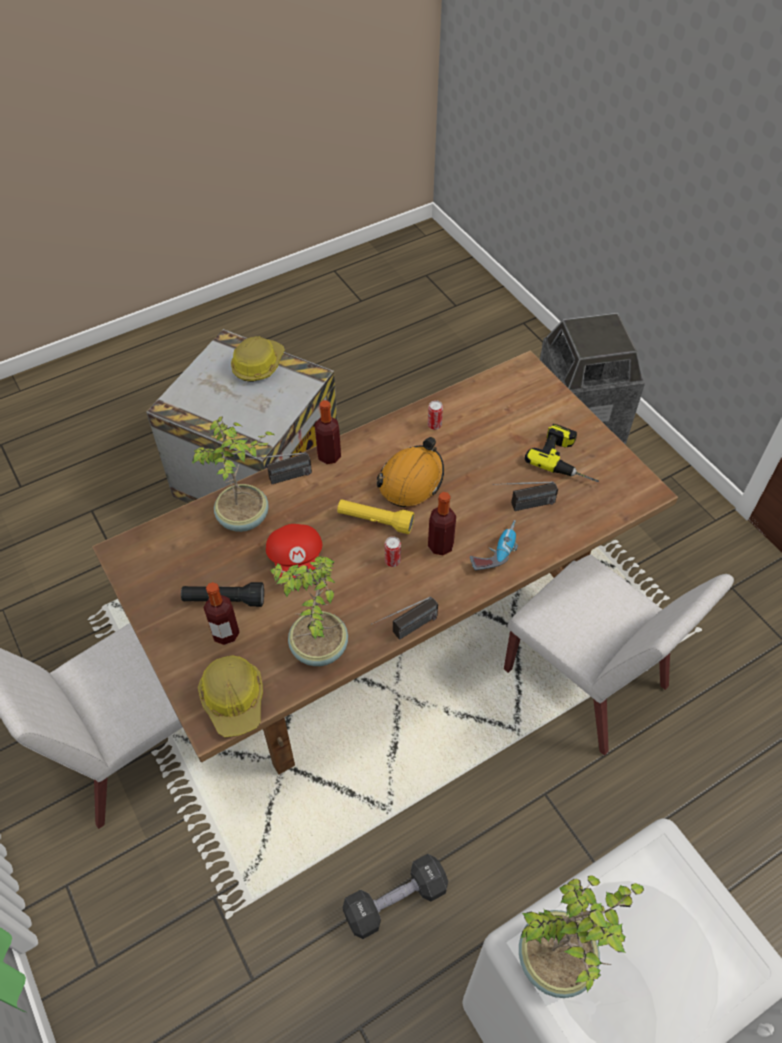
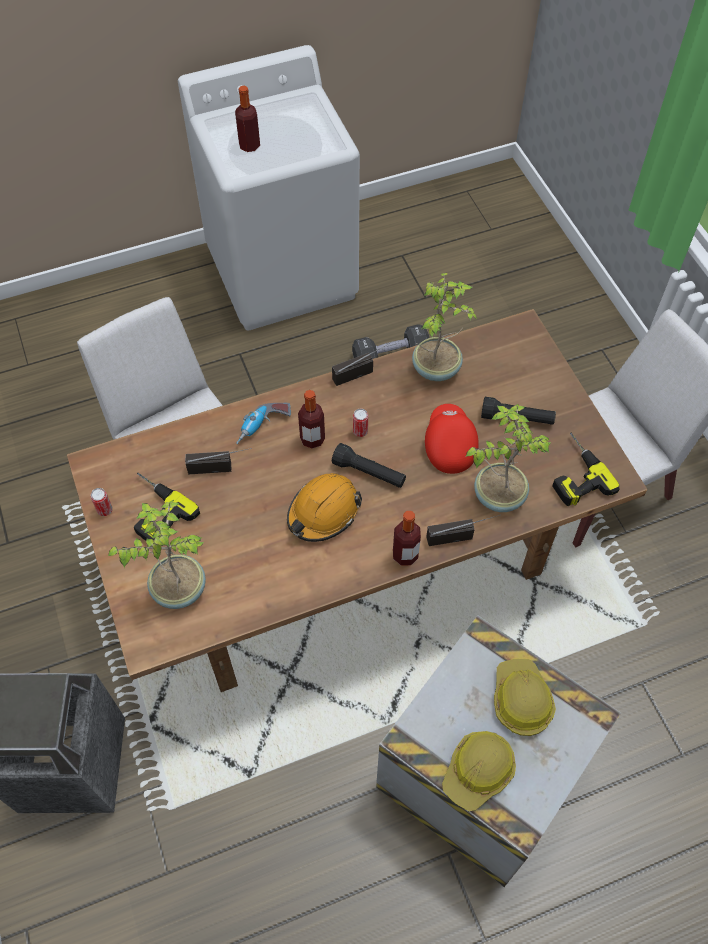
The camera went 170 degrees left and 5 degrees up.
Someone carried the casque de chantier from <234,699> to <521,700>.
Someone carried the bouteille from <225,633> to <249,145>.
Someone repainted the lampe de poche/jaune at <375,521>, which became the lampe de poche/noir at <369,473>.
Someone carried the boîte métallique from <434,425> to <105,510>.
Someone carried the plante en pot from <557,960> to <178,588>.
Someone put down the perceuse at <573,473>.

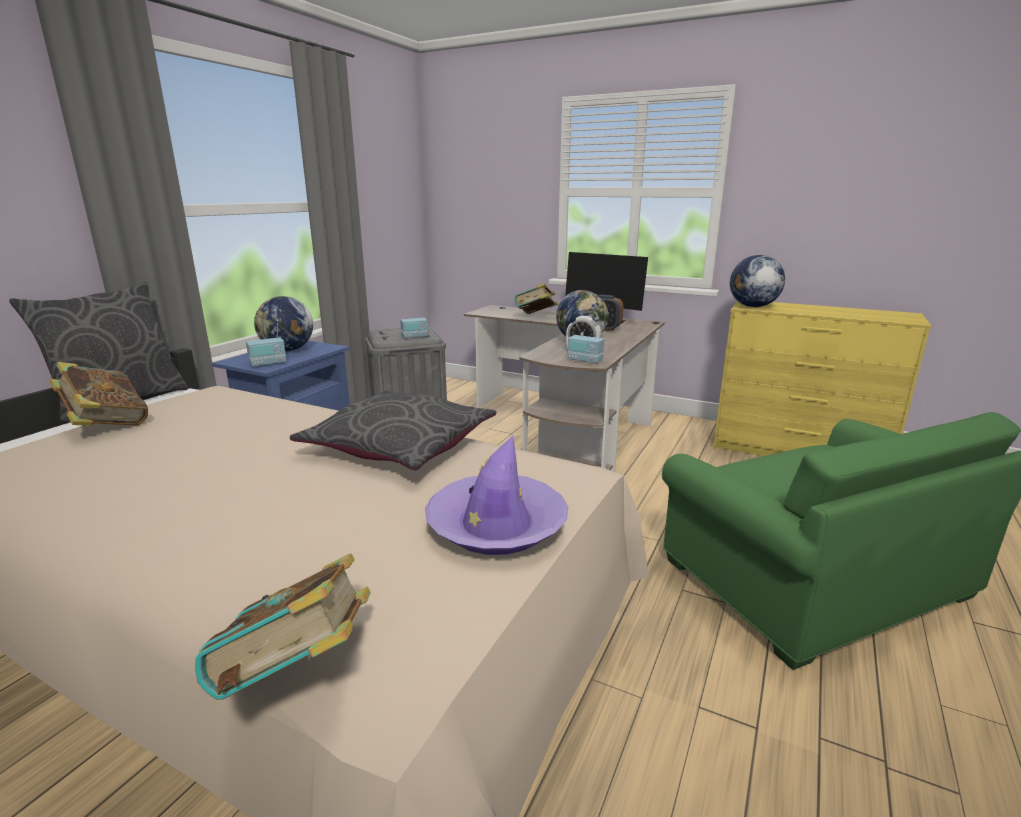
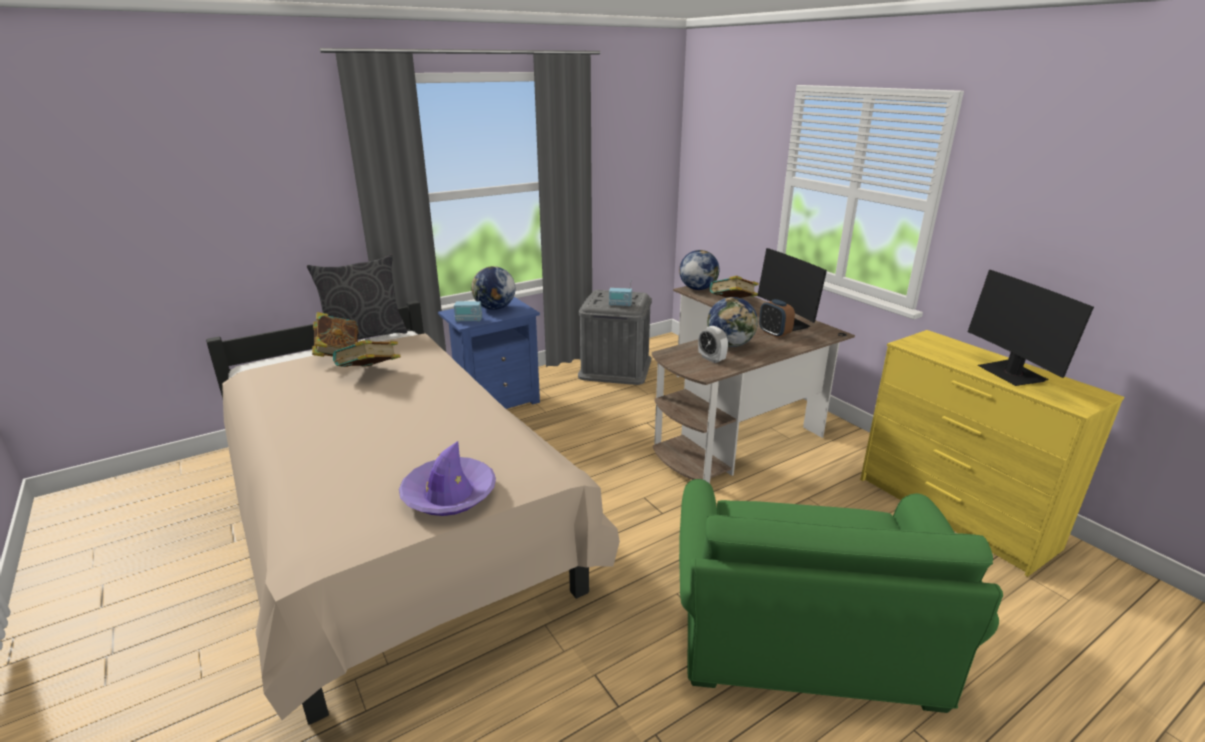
The camera went 30 degrees right and 5 degrees up.
Someone carried the livre from <300,674> to <369,374>.
Someone took away the coussin/gris at <399,445>.
Someone took away the radio at <584,361>.
Someone carried the globe from <752,306> to <697,289>.
Someone put down the écran d'ordinateur at <1011,374>.

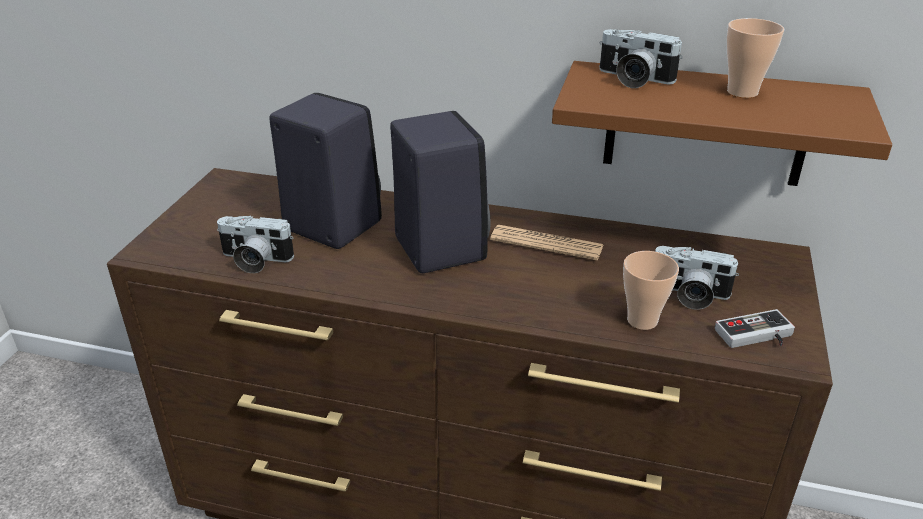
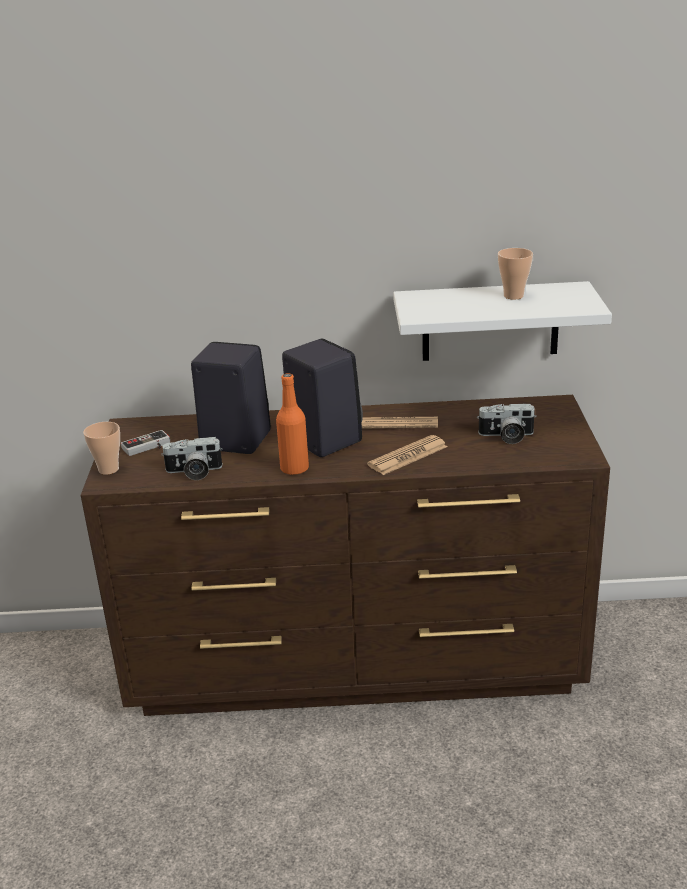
The camera went 15 degrees left and 5 degrees down.
Someone repainted the étagère/marron at <706,124>, which became the étagère/blanc at <490,321>.
Someone took away the appareil photo at <633,79>.
Someone carried the tasse from <642,320> to <108,469>.
Someone carried the manette from <757,337> to <148,447>.
Someone put down the bouteille/orange at <294,469>.
Someone put down the journal at <407,456>.

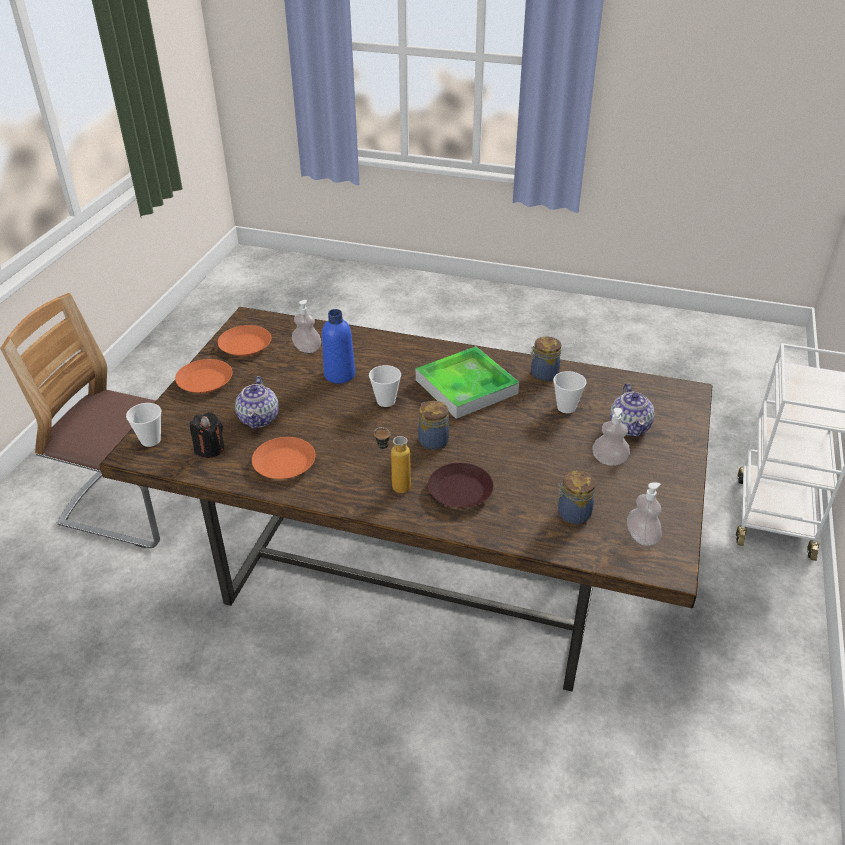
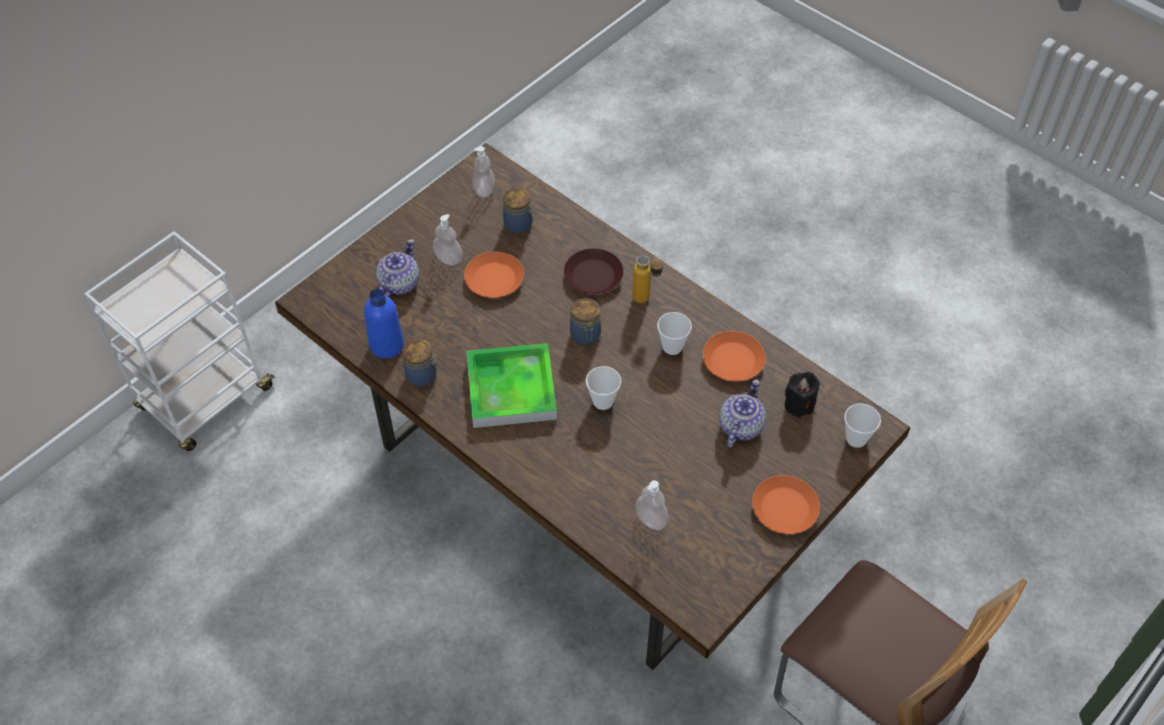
The camera went 155 degrees left and 15 degrees up.
Someone carried the assiette/orange from <244,345> to <494,279>.
Someone carried the bouteille/bleu from <339,375> to <386,345>.
Someone carried the tasse from <566,407> to <672,347>.

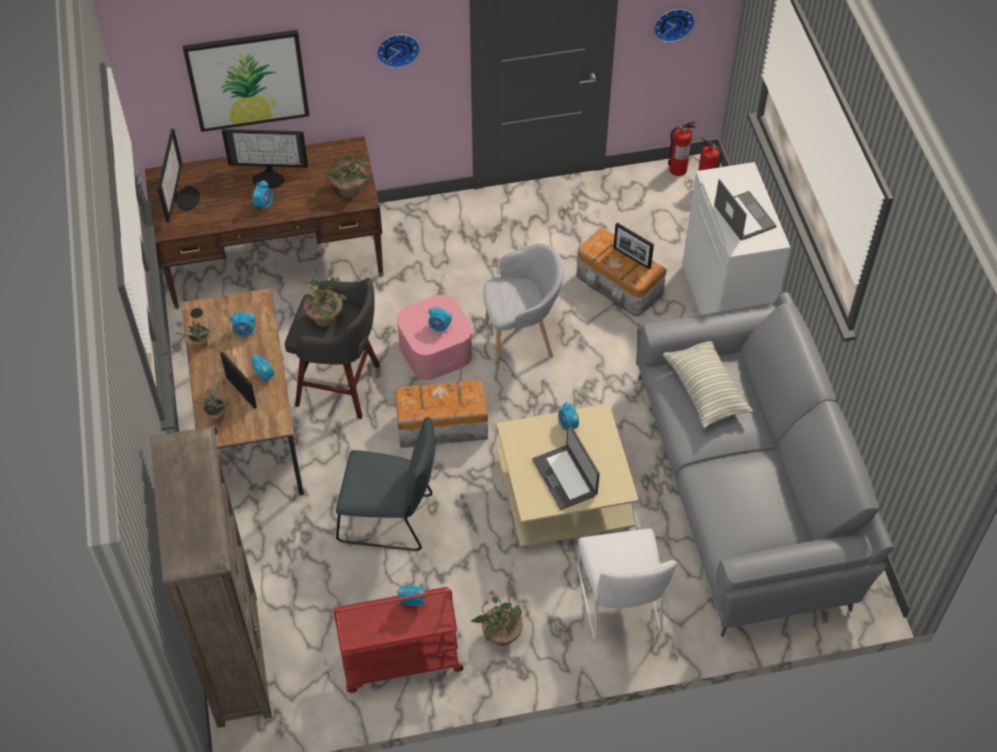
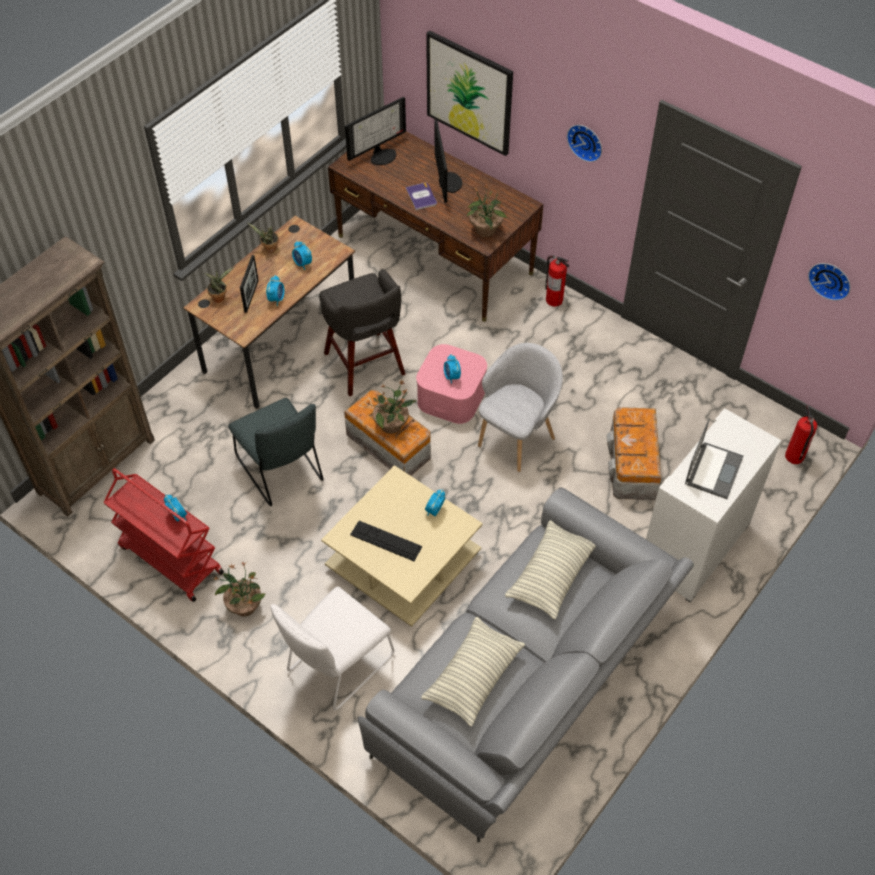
The camera went 50 degrees right and 0 degrees up.
Someone rotated the écran d'ordinateur at <269,177> by 150 degrees counterclockwise.
Someone swapped the réveil at <264,204> for the livre at <421,196>.
Someone carried the plante en pot from <325,317> to <392,425>.
Someone rotated the fauteuil/gris at <522,337> by 90 degrees counterclockwise.
Someone swapped the ordinateur portable at <565,477> for the clavier at <386,540>.
Someone took away the cadre photo at <632,258>.
Someone carried the extincteur from <677,169> to <553,299>.
Someone put down the coussin at <473,677>.

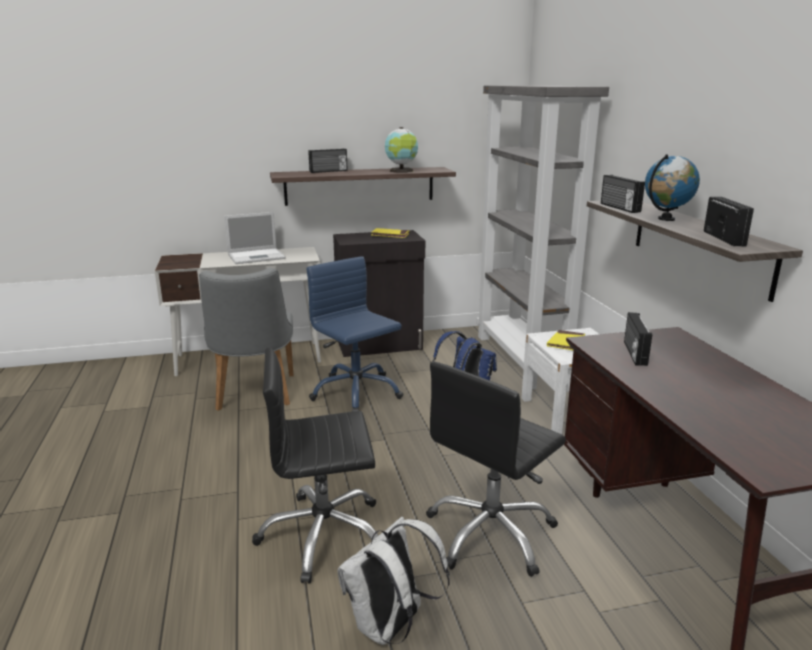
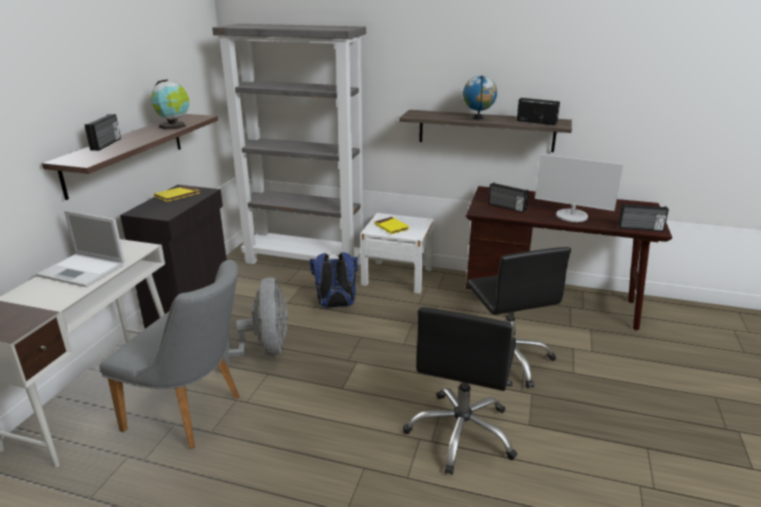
The camera went 60 degrees left and 5 degrees up.
Someone rotated the ordinateur portable at <257,256> by 105 degrees clockwise.
Someone swapped the chaise de bureau/bleu at <356,392> for the ventilateur/gris at <264,351>.
Someone took away the sac à dos/blanc at <390,627>.
Someone carried the radio from <619,208> to <640,228>.
Someone put down the écran d'ordinateur at <572,216>.

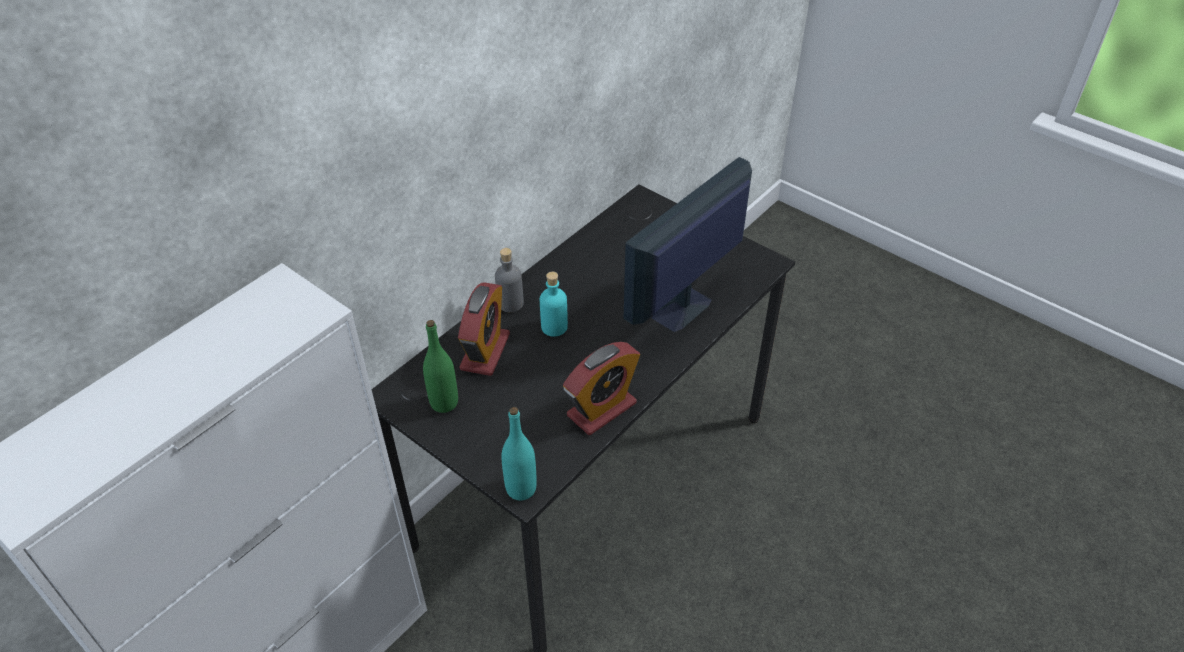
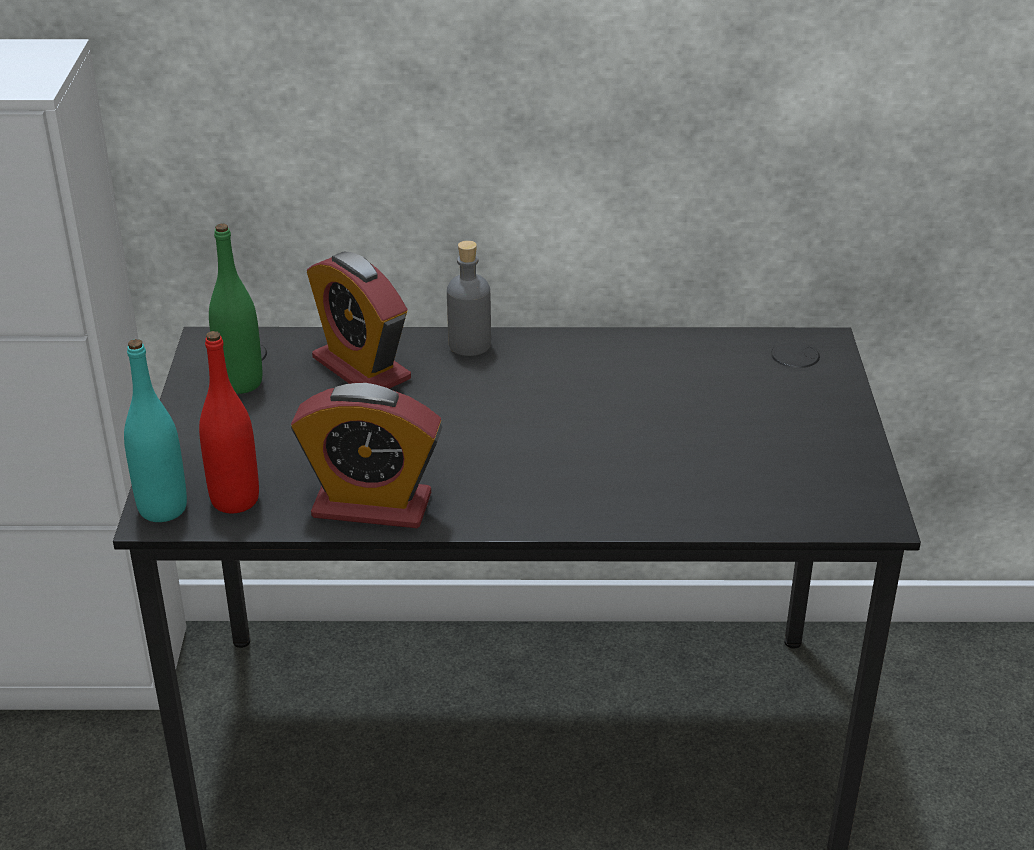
The camera went 50 degrees right and 10 degrees down.
Someone rotated the réveil at <485,352> by 75 degrees clockwise.
Someone took away the bouteille/turquoise at <554,327>.
Someone took away the écran d'ordinateur at <681,310>.
Someone put down the bouteille/rouge at <235,500>.

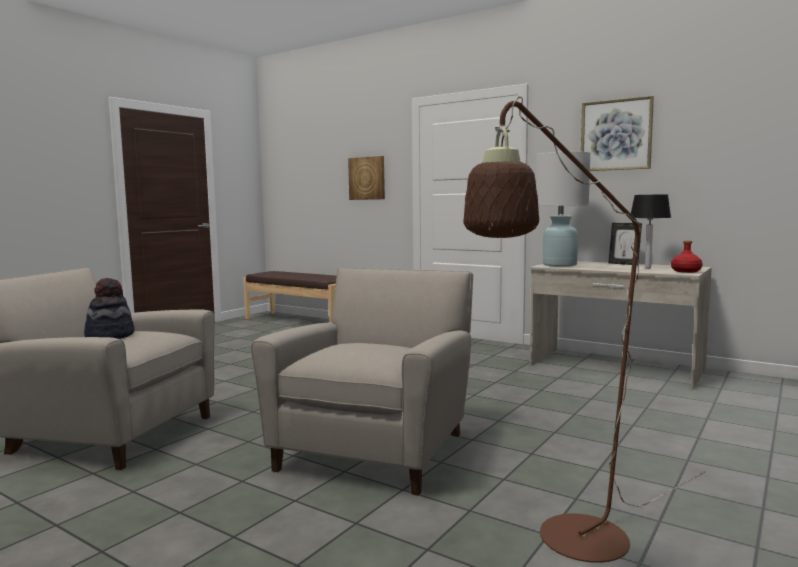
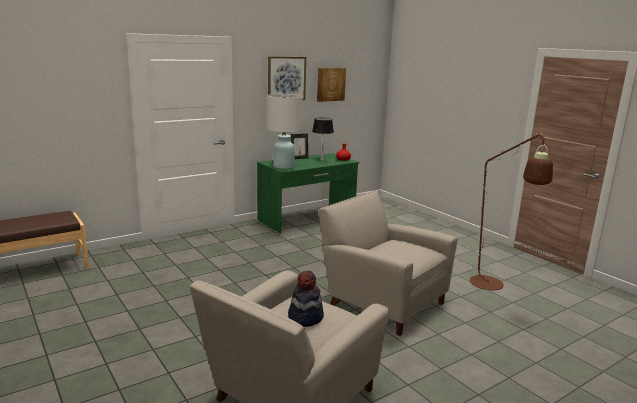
The camera went 70 degrees left and 10 degrees up.
Someone carried the tableau from <367,178> to <330,84>.
Someone repainted the bureau/beige at <615,367>, which became the bureau/vert at <307,219>.

